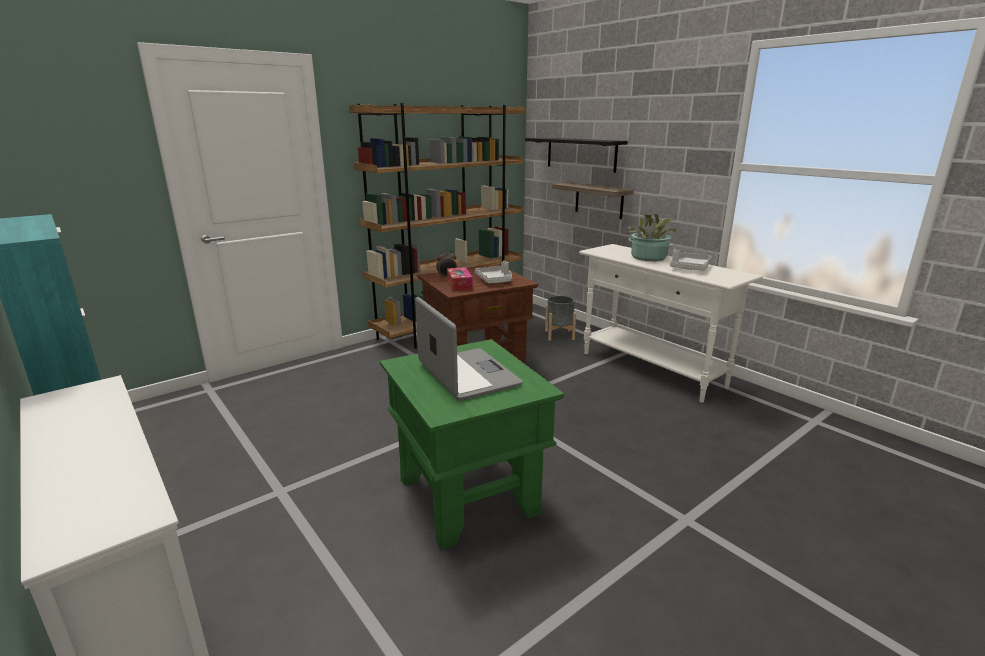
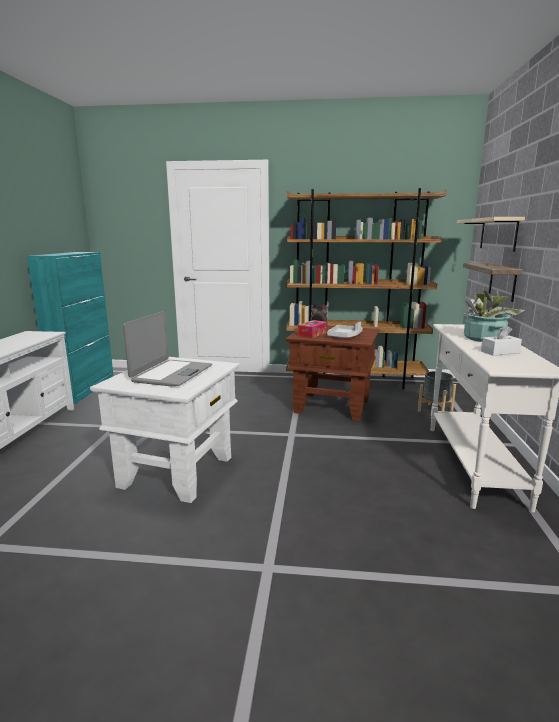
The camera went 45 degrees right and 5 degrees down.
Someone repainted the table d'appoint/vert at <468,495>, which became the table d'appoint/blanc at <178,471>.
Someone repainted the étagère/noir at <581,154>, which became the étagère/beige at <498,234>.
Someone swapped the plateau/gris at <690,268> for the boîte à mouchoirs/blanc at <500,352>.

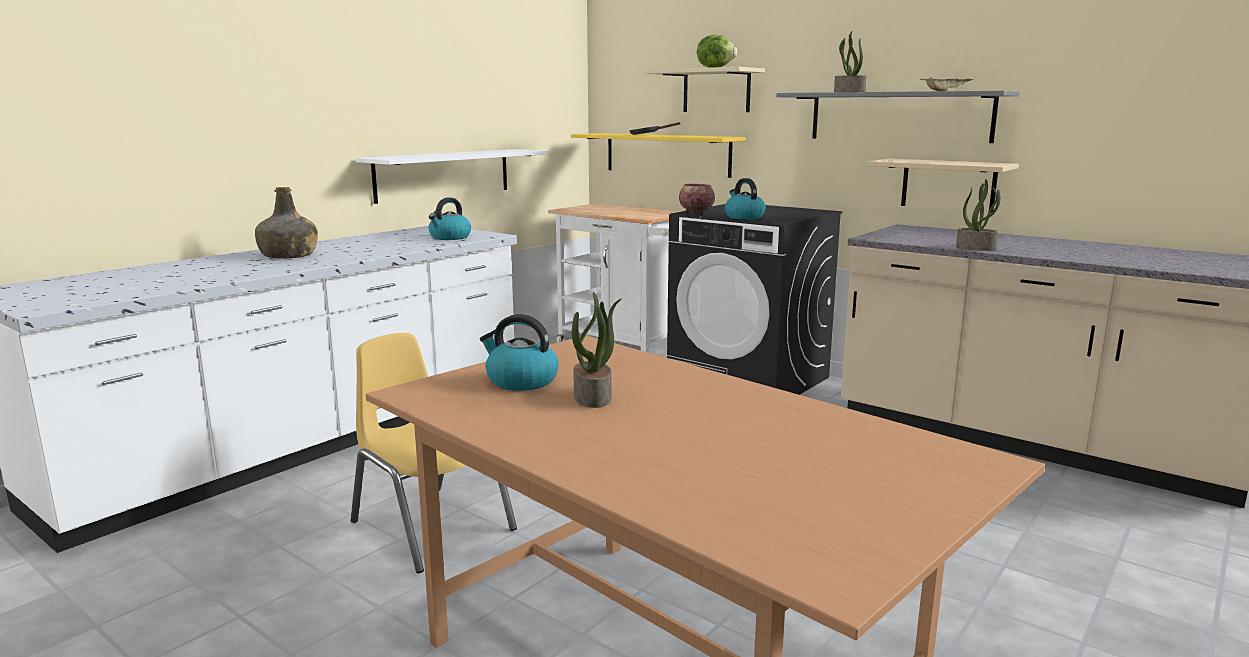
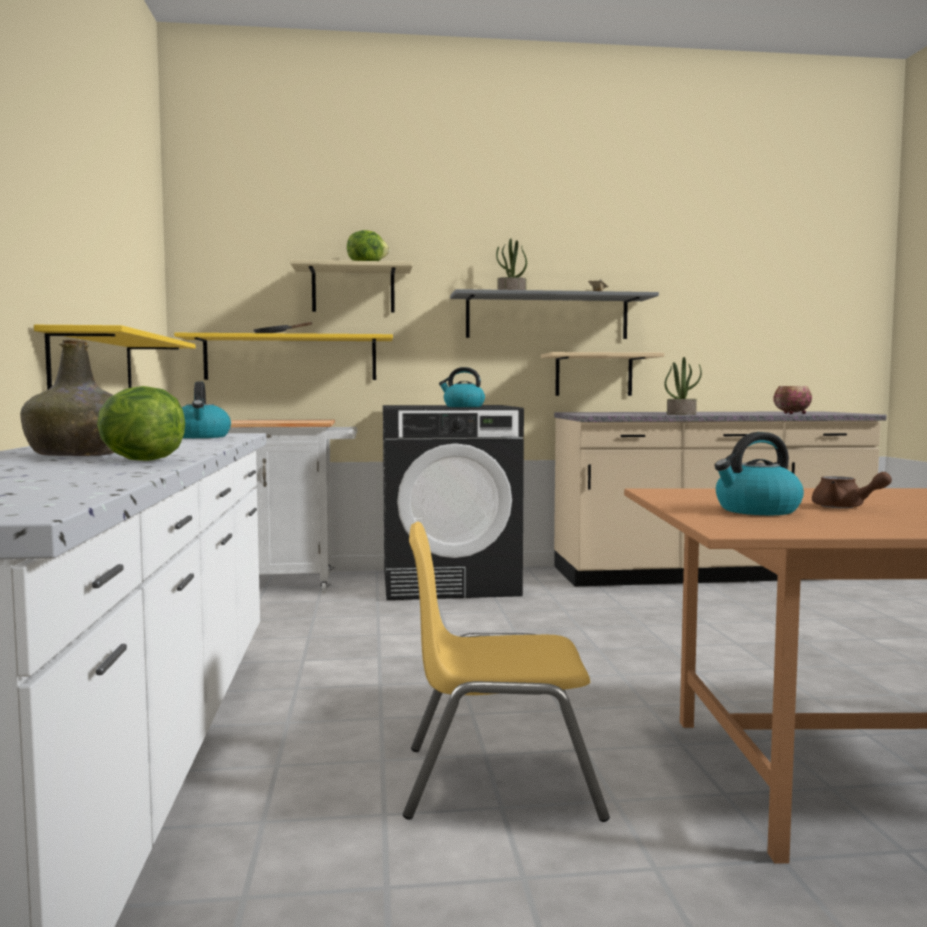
The camera went 45 degrees left and 10 degrees down.
Someone repainted the étagère/blanc at <443,174>, which became the étagère/jaune at <93,366>.
Someone swapped the plante en pot at <593,397> for the théière/marron at <845,507>.
Someone carried the bol from <695,213> to <792,413>.
Someone put down the laitue at <140,460>.

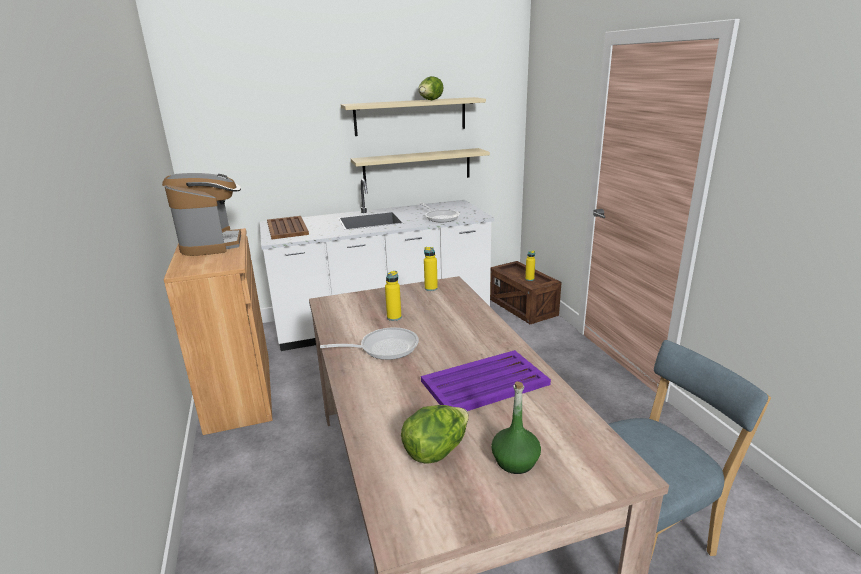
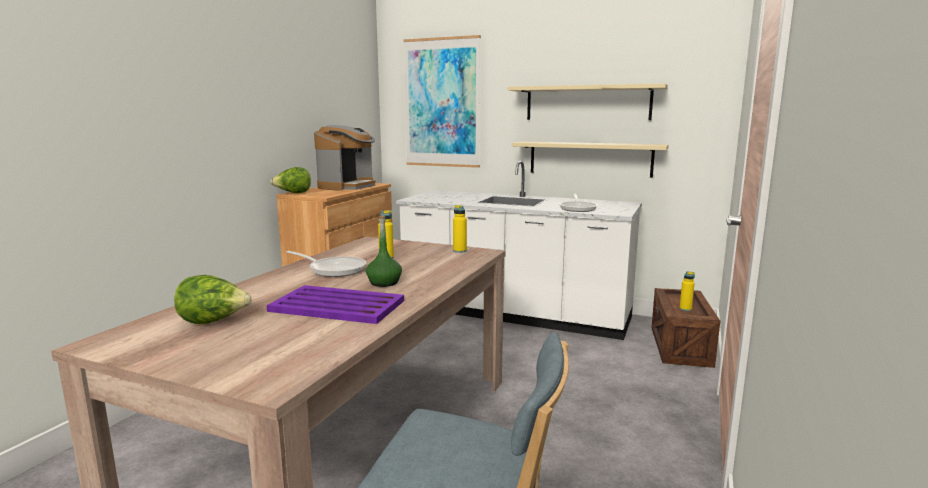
The camera went 40 degrees right and 10 degrees down.
Someone took away the plateau/marron at <287,228>.
Someone carried the laitue from <430,100> to <293,193>.
Someone carried the bouteille/vert from <515,461> to <384,283>.
Someone put up the tableau at <442,103>.

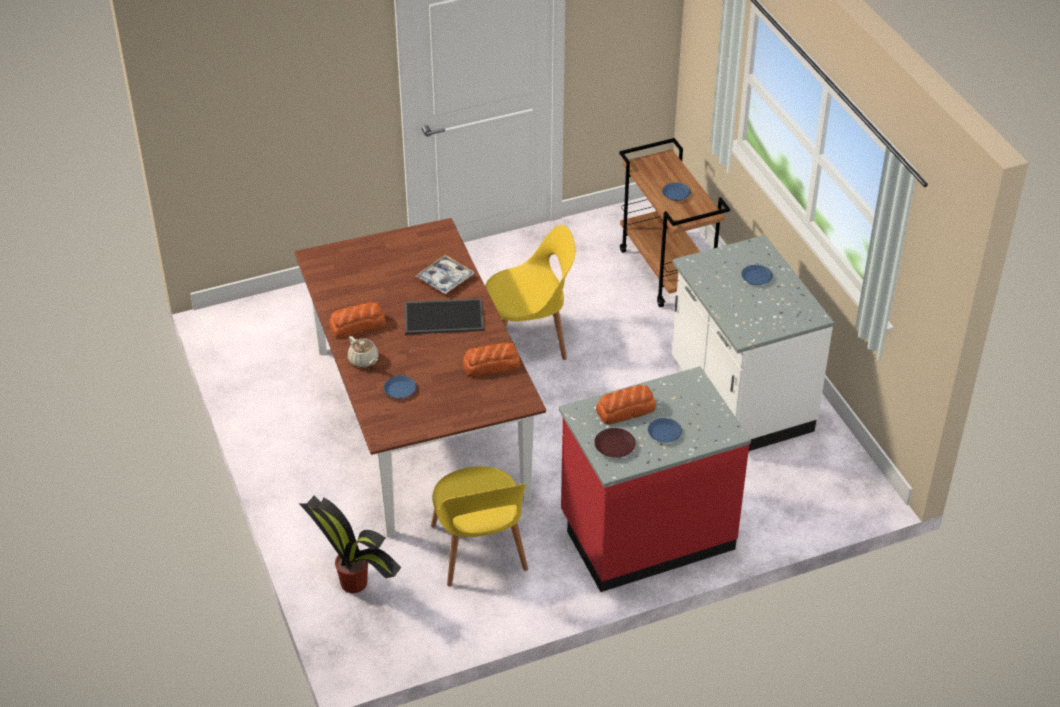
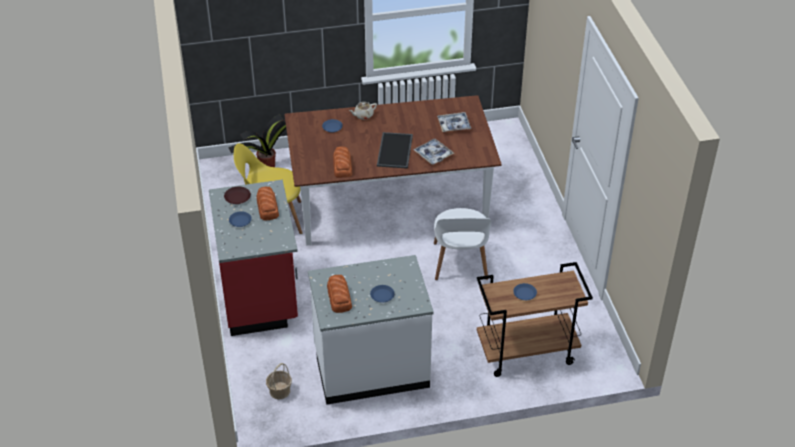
The camera went 100 degrees right and 0 degrees up.
Someone carried the pain from <358,325> to <339,297>.
Someone repainted the chaise/jaune at <528,340>, which became the chaise/blanc at <460,263>.
Someone put down the panier at <279,391>.
Someone put down the plateau at <454,125>.

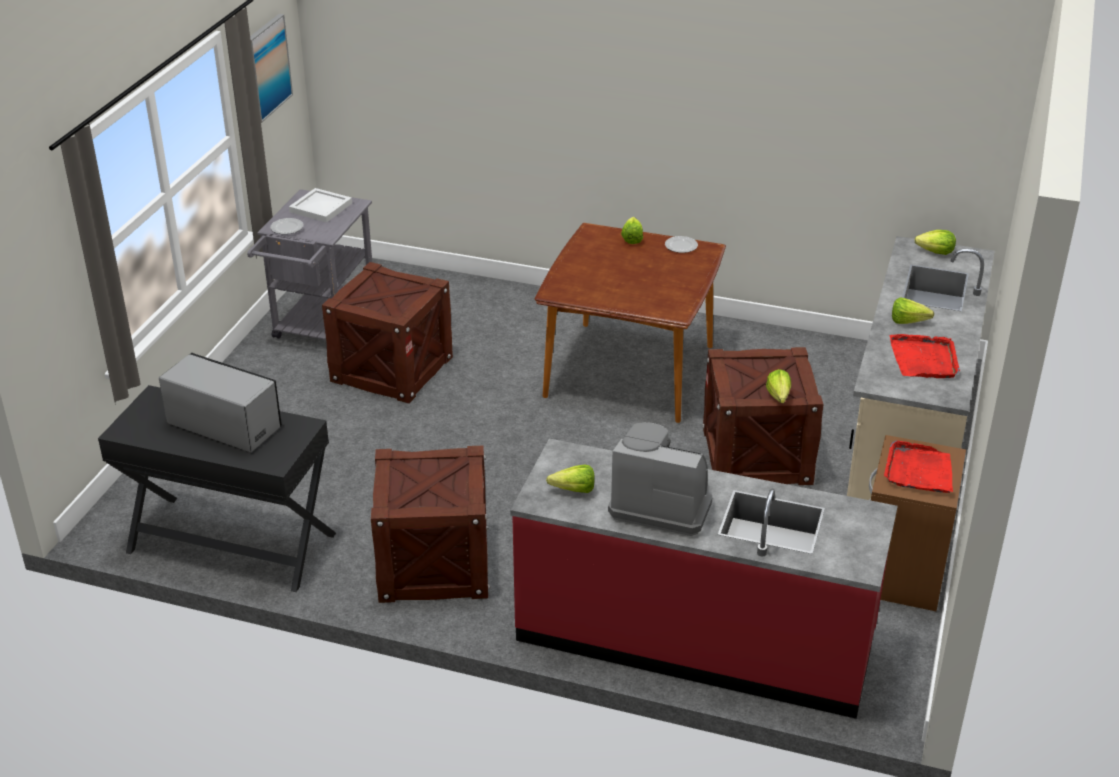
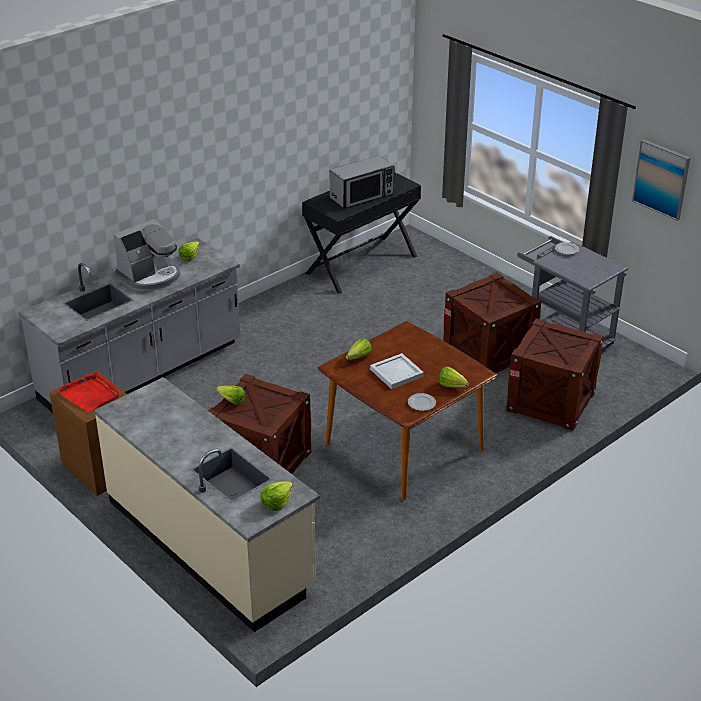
The camera went 120 degrees right and 0 degrees up.
Someone carried the plateau/blanc from <321,208> to <395,373>.
Someone carried the caisse from <433,564> to <550,401>.
Someone repainted the comptoir de cuisine/rouge at <694,639>, which became the comptoir de cuisine/gris at <142,373>.
Someone took away the plateau/rouge at <924,359>.
Someone carried the laitue from <911,322> to <356,358>.

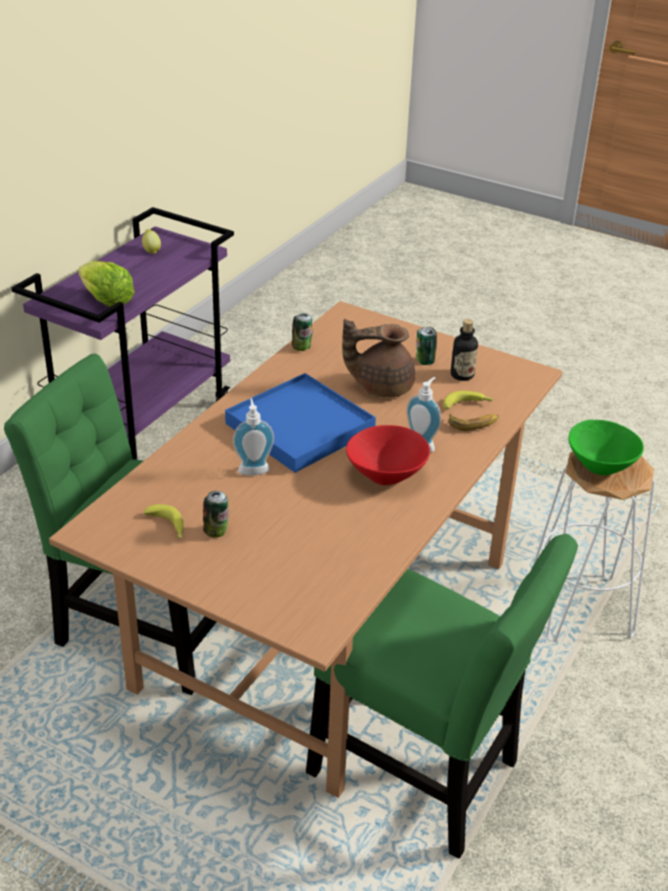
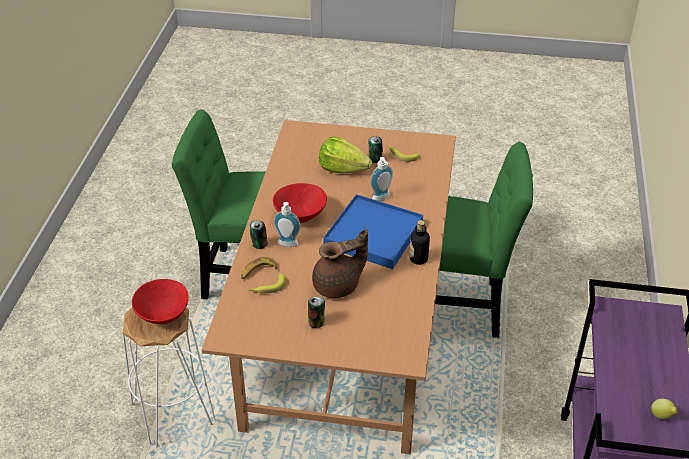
The camera went 160 degrees right and 5 degrees up.
Someone carried the laitue from <106,300> to <342,169>.
Someone carried the boîte métallique from <302,347> to <258,245>.
Someone carried the bouteille from <462,375> to <418,259>.
Someone repainted the bol/vert at <600,466>, which became the bol/rouge at <163,316>.

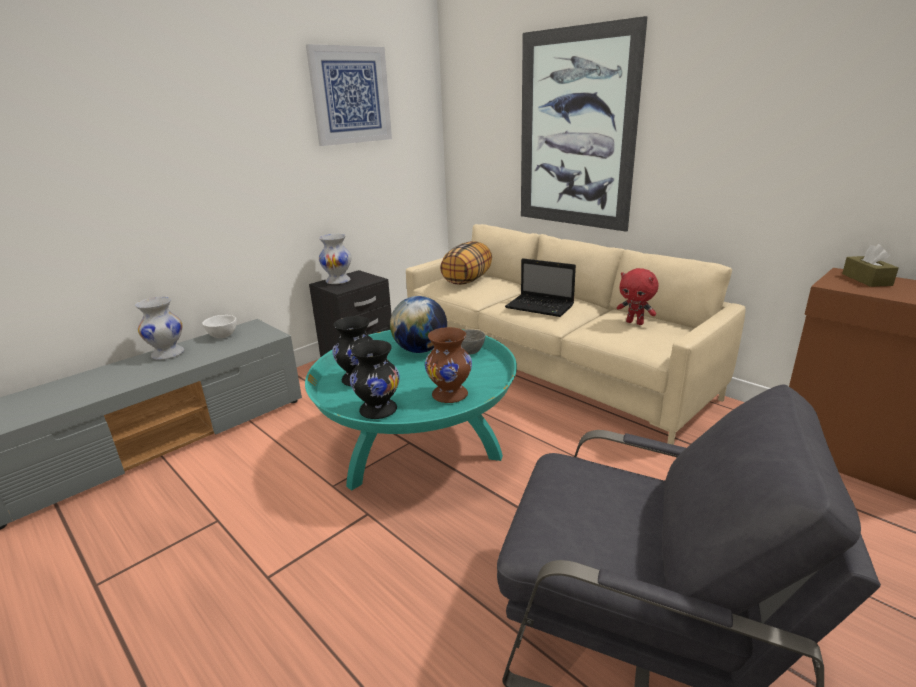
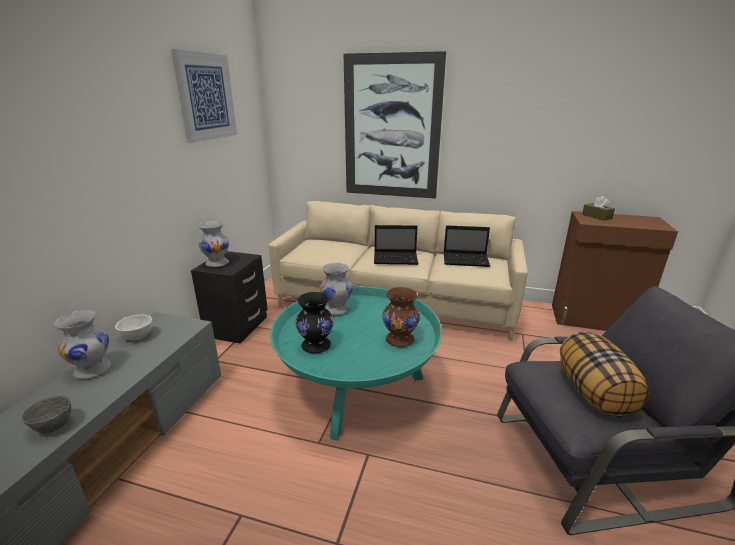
The camera went 30 degrees left and 0 degrees up.
Someone took away the vase/noir at <378,410>.
Someone swapped the globe at <420,350> for the vase/blanc at <337,309>.
Someone carried the coussin from <467,280> to <594,393>.
Someone carried the bol/gris from <470,352> to <53,427>.
Someone swapped the peluche/rouge at <635,322> for the ordinateur portable at <466,260>.

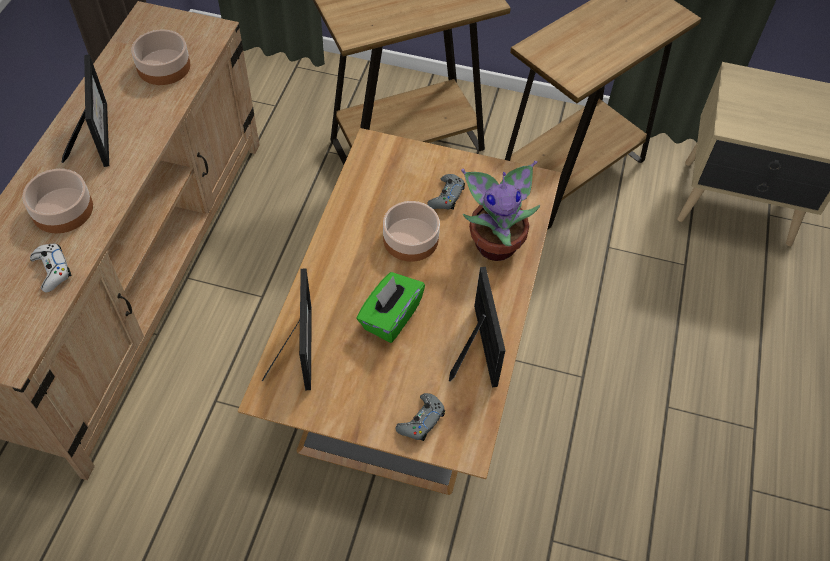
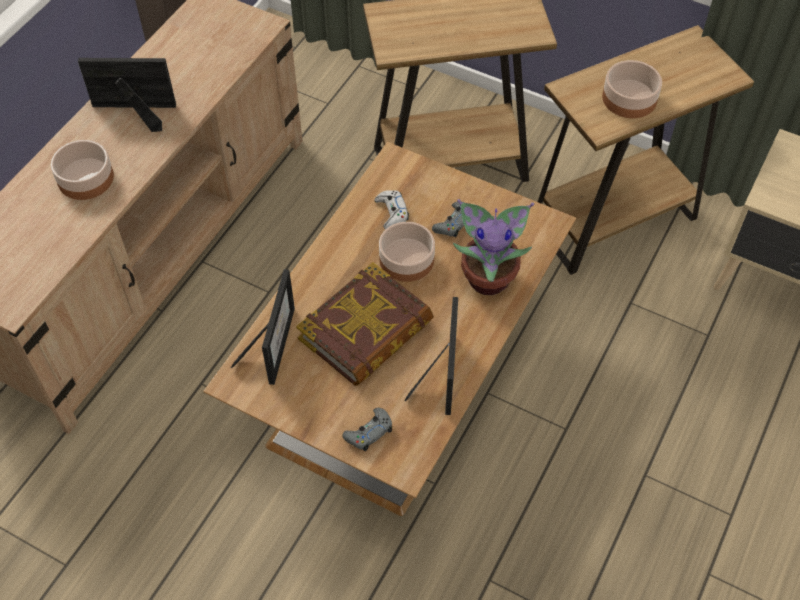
The camera went 15 degrees right and 0 degrees up.
Someone carried the manette/blanc from <52,270> to <392,213>.
Someone rotated the cadre photo at <96,134> by 90 degrees counterclockwise.
Someone carried the bol from <163,66> to <628,98>.
Someone swapped the boîte à mouchoirs/vert at <390,317> for the livre at <366,331>.

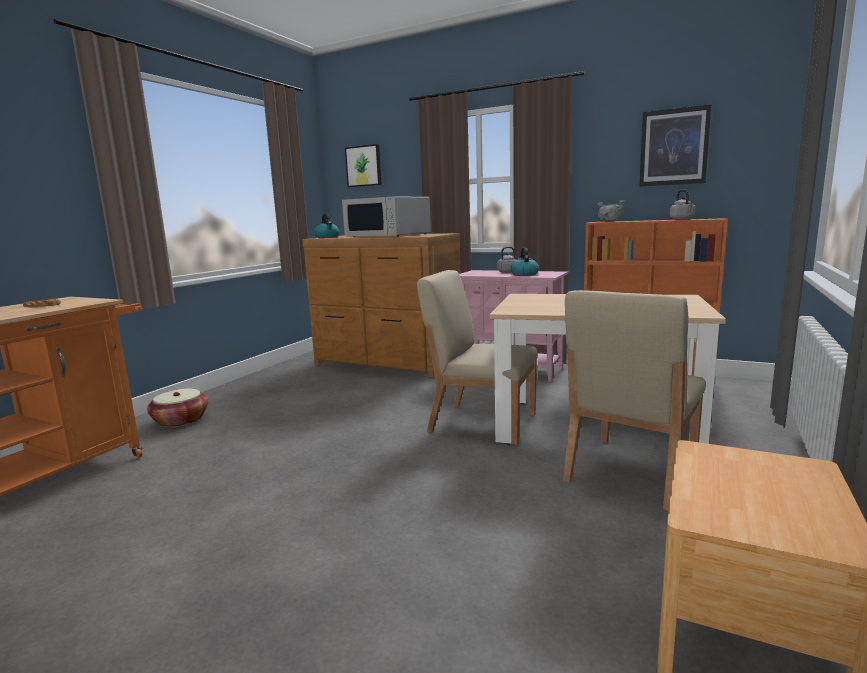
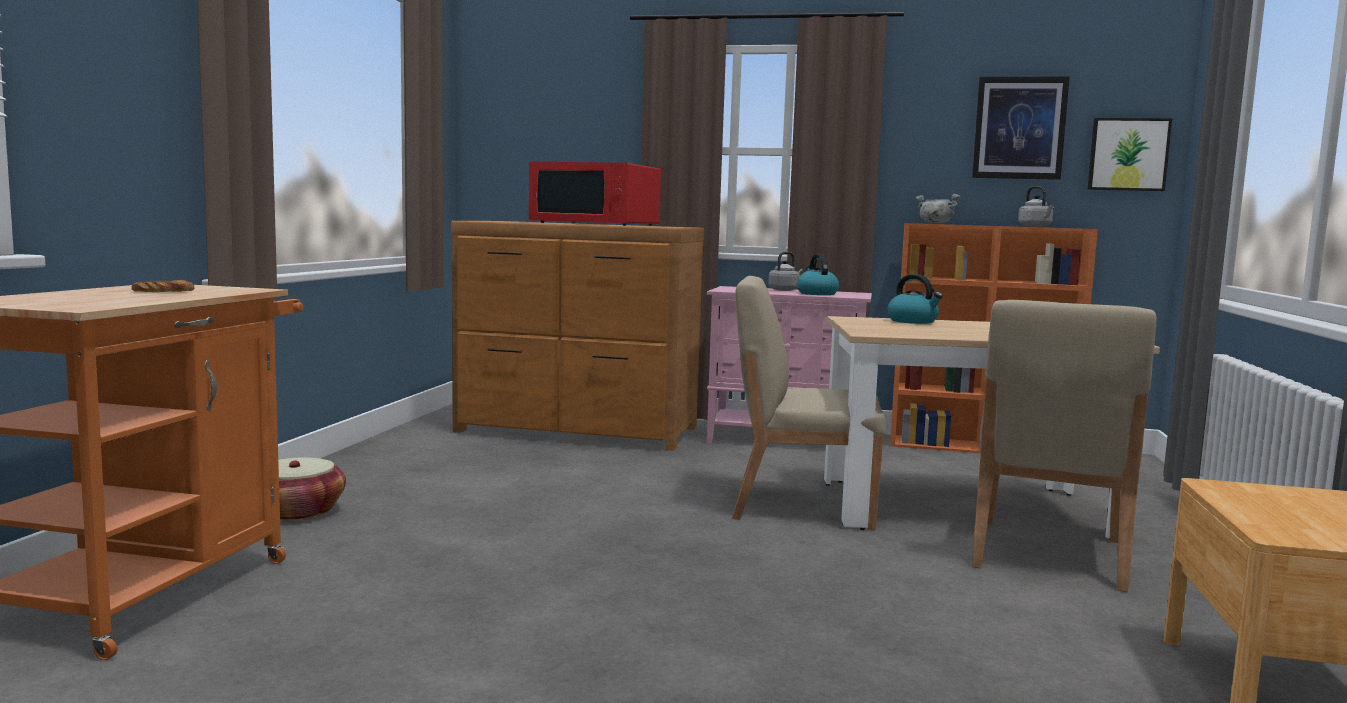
The camera went 15 degrees left and 5 degrees down.
Someone carried the bouilloire from <327,237> to <913,321>.
Someone repainted the micro-ondes/blanc at <389,235>, which became the micro-ondes/rouge at <597,224>.
Someone carried the tableau from <364,166> to <1128,154>.

